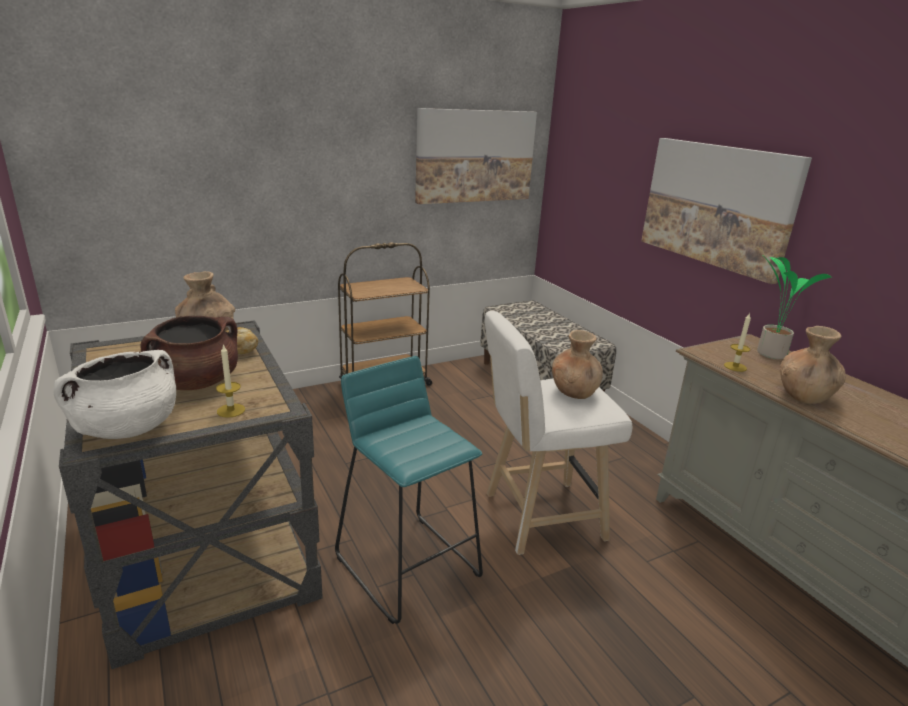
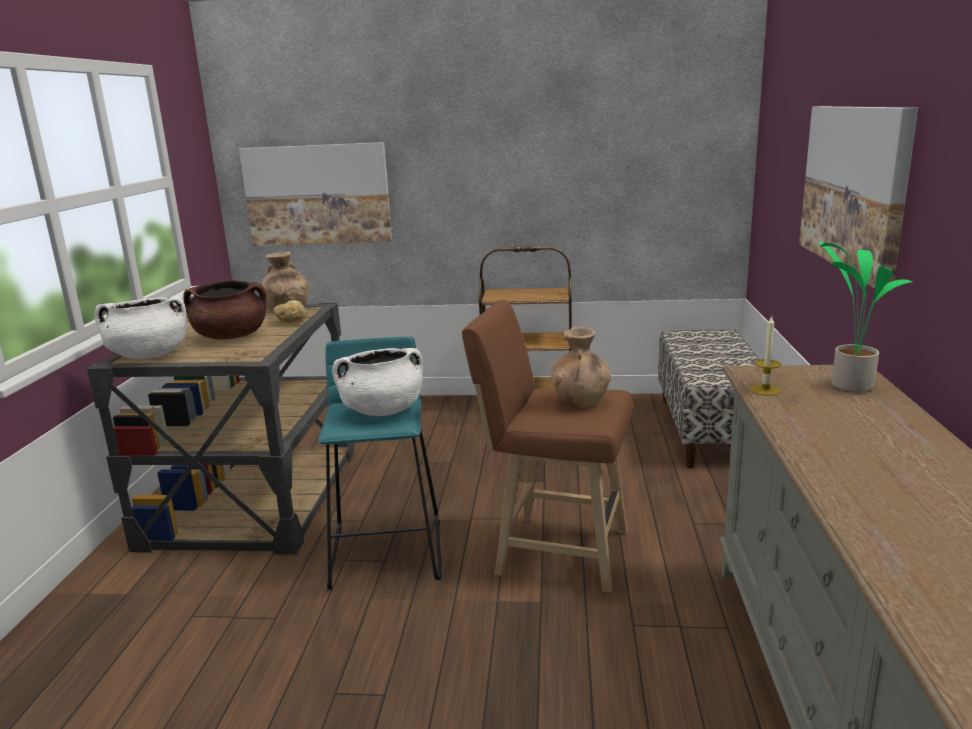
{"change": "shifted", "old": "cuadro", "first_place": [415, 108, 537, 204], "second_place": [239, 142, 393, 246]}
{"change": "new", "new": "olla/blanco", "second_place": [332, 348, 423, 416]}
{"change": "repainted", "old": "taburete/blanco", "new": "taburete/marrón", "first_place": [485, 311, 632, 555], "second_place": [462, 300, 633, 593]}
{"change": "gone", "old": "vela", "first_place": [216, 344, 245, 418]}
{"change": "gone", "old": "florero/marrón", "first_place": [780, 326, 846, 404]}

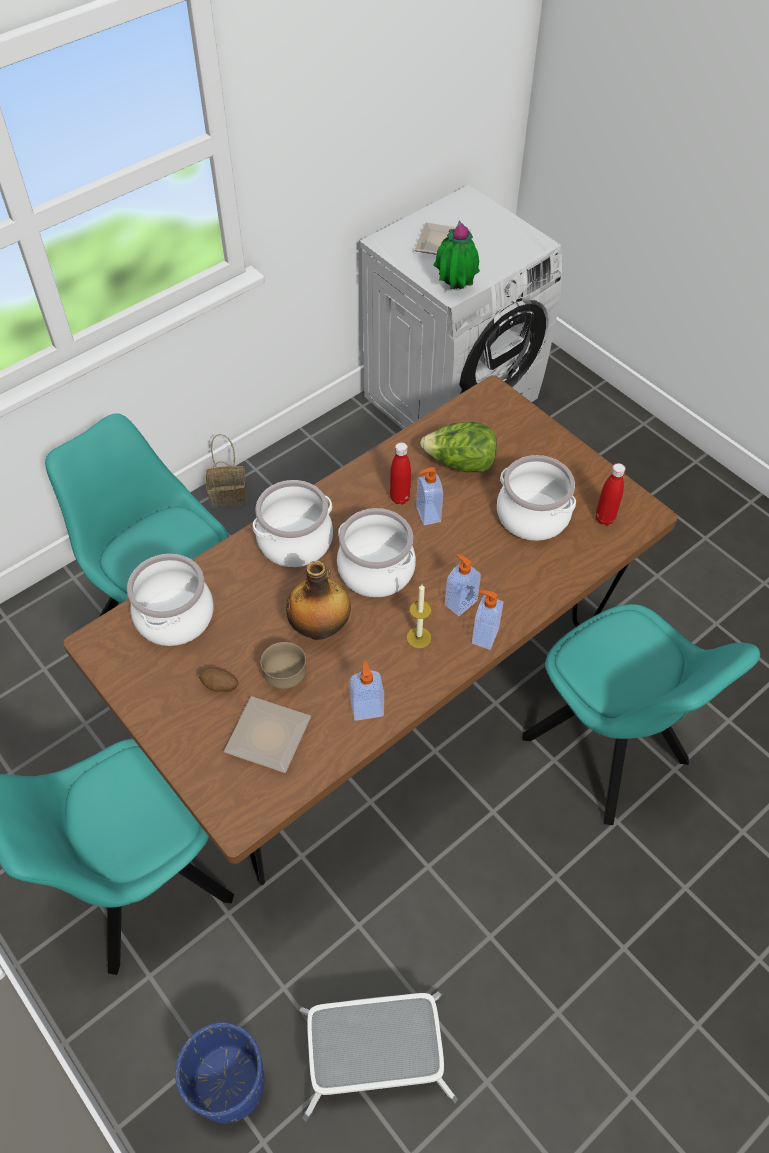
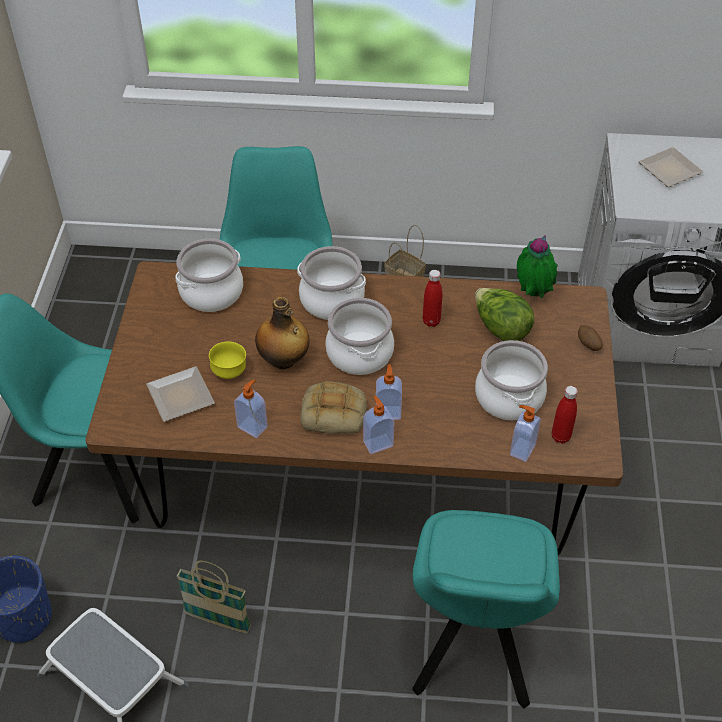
{"change": "new", "new": "cesta", "second_place": [176, 561, 251, 634]}
{"change": "repainted", "old": "cuenco/marrón", "new": "cuenco/amarillo", "first_place": [260, 642, 306, 689], "second_place": [209, 341, 246, 379]}
{"change": "swapped", "old": "vela", "new": "pan", "first_place": [406, 584, 432, 648], "second_place": [300, 381, 367, 434]}
{"change": "shifted", "old": "dispensador de jabón", "first_place": [416, 467, 443, 526], "second_place": [510, 405, 541, 462]}
{"change": "shifted", "old": "planta en maceta", "first_place": [433, 220, 480, 290], "second_place": [517, 235, 558, 298]}
{"change": "shifted", "old": "patata", "first_place": [199, 667, 238, 692], "second_place": [578, 325, 603, 351]}

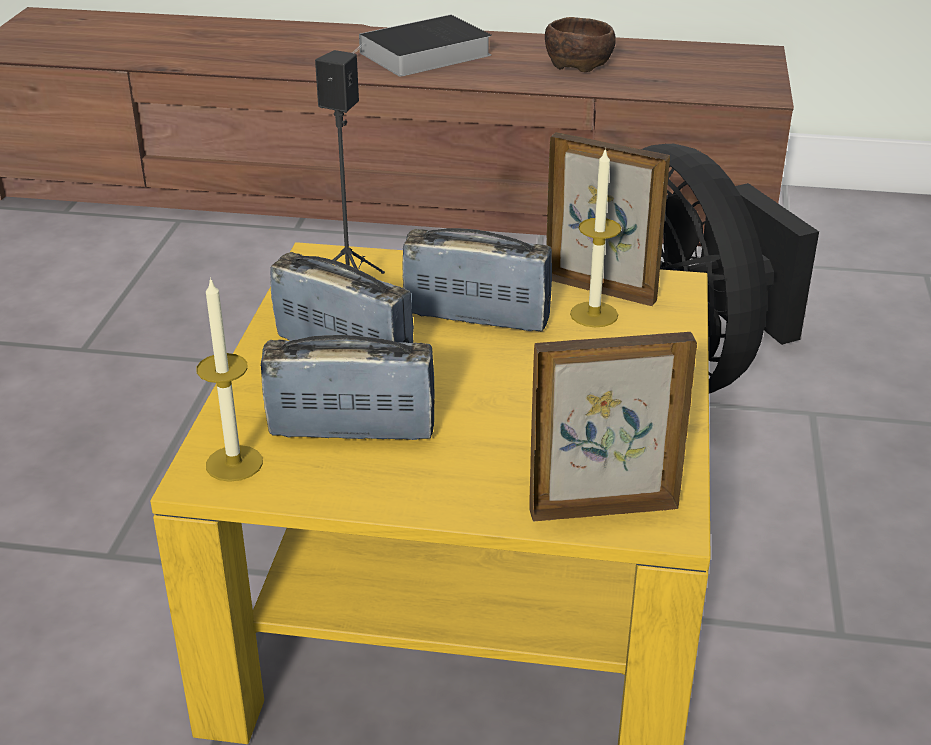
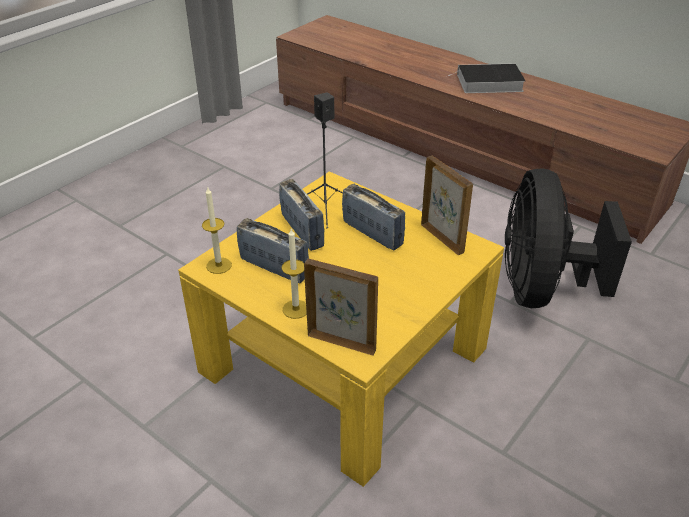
{"change": "shifted", "old": "vela", "first_place": [570, 148, 621, 327], "second_place": [282, 229, 307, 319]}
{"change": "gone", "old": "cuenco/marrón", "first_place": [545, 17, 616, 72]}

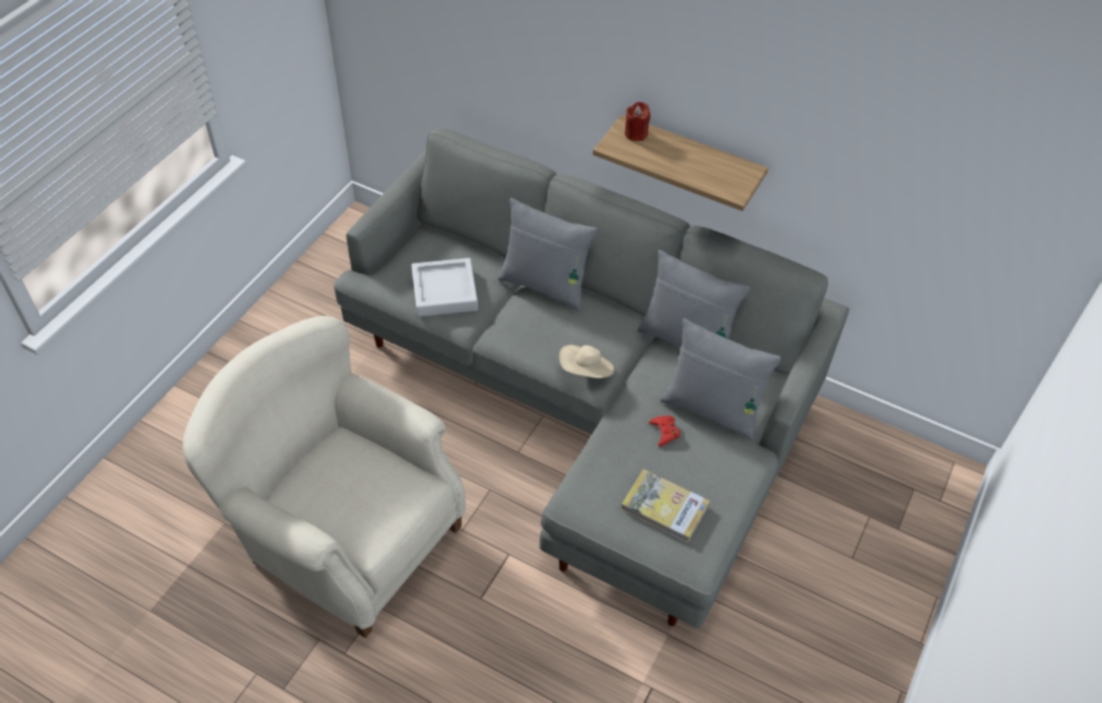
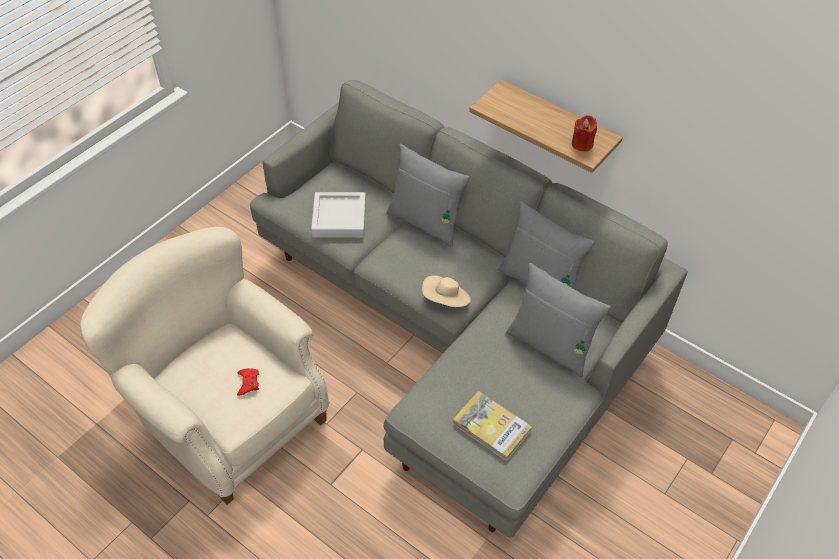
{"change": "shifted", "old": "mando de consola/rojo", "first_place": [649, 416, 680, 446], "second_place": [237, 368, 259, 396]}
{"change": "shifted", "old": "vela/rojo", "first_place": [625, 102, 651, 141], "second_place": [572, 115, 597, 152]}

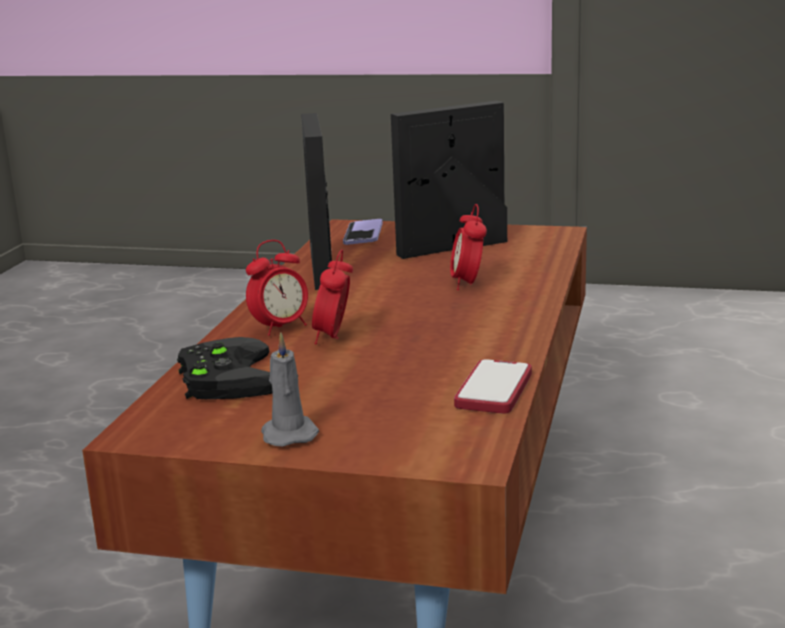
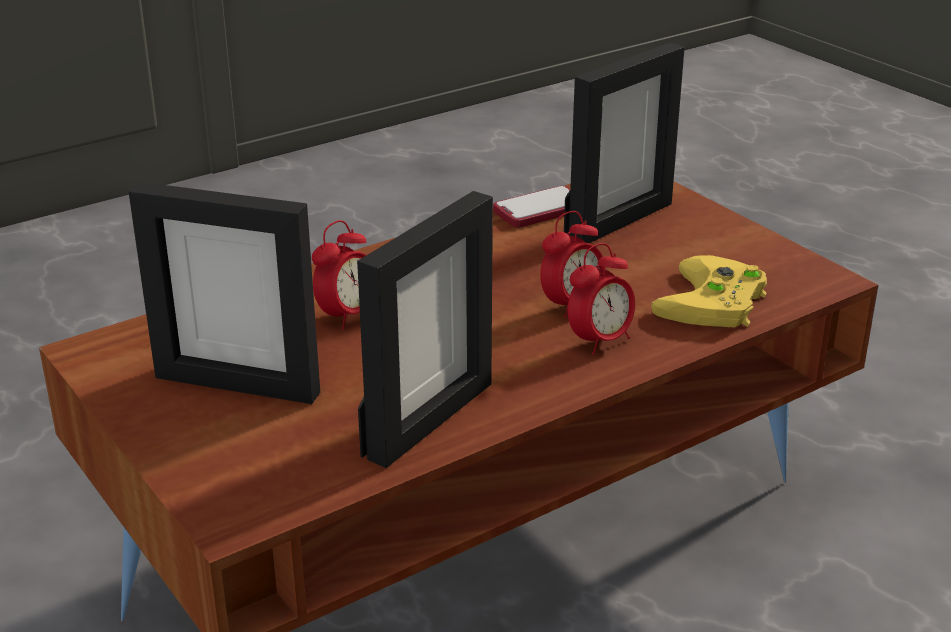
{"change": "new", "new": "portarretratos", "second_place": [564, 43, 685, 243]}
{"change": "rotated", "old": "despertador", "first_place": [246, 240, 308, 336], "second_place": [568, 243, 635, 355], "degrees": 135}
{"change": "repainted", "old": "mando de consola/negro", "new": "mando de consola/amarillo", "first_place": [177, 337, 273, 399], "second_place": [651, 255, 767, 328]}
{"change": "gone", "old": "vela/gris", "first_place": [261, 332, 319, 447]}
{"change": "gone", "old": "móvil", "first_place": [343, 219, 383, 245]}

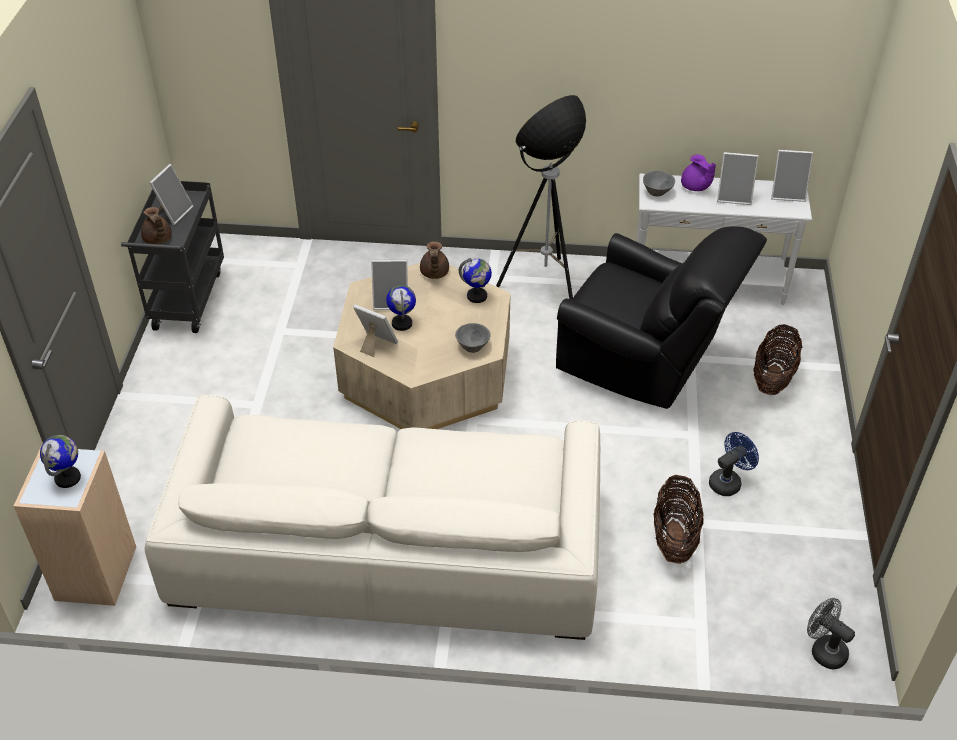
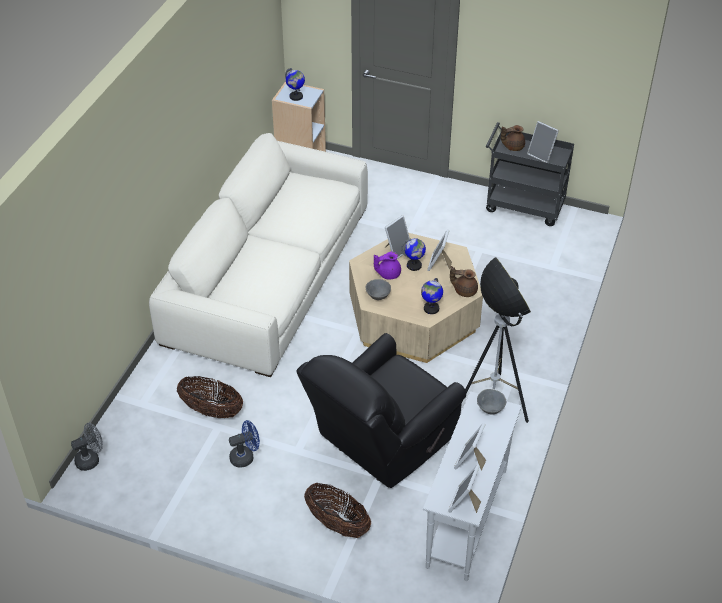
{"change": "rotated", "old": "ventilador/azul", "first_place": [709, 432, 759, 496], "second_place": [229, 420, 260, 468], "degrees": -90}
{"change": "shifted", "old": "tetera/morado", "first_place": [681, 155, 716, 191], "second_place": [374, 252, 401, 279]}

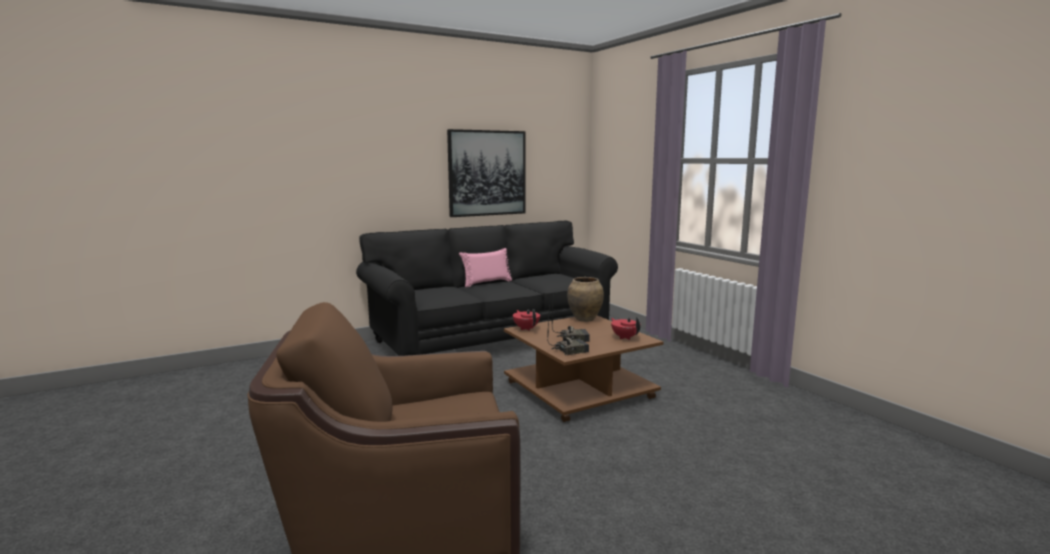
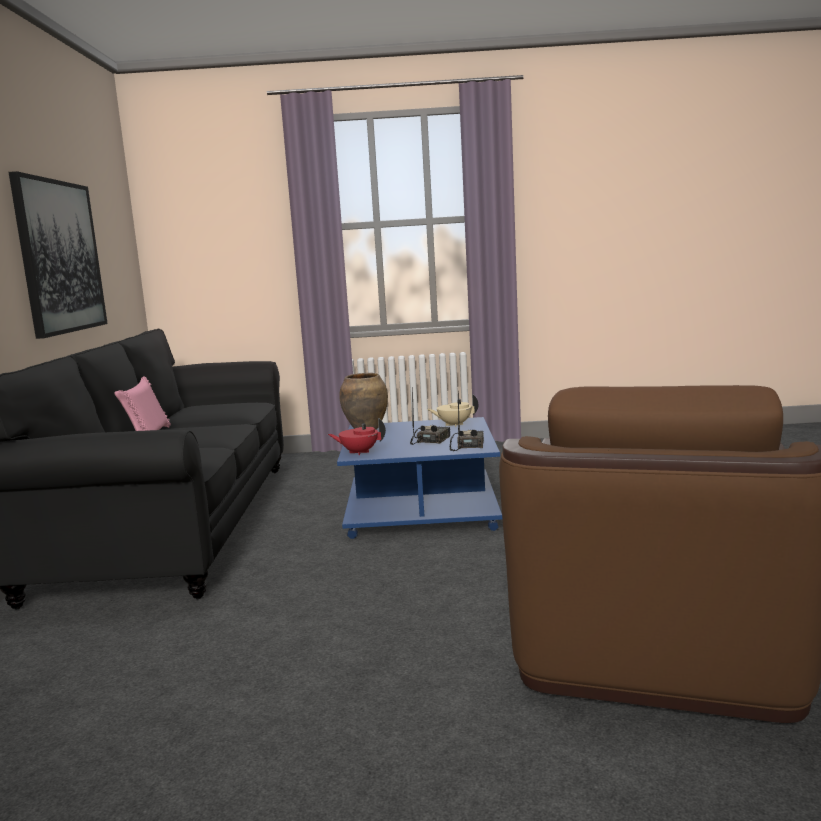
{"change": "repainted", "old": "mesa de centro/marrón", "new": "mesa de centro/azul", "first_place": [504, 316, 663, 422], "second_place": [337, 417, 502, 539]}
{"change": "repainted", "old": "tetera/rojo", "new": "tetera/beis", "first_place": [611, 317, 641, 340], "second_place": [427, 394, 478, 427]}

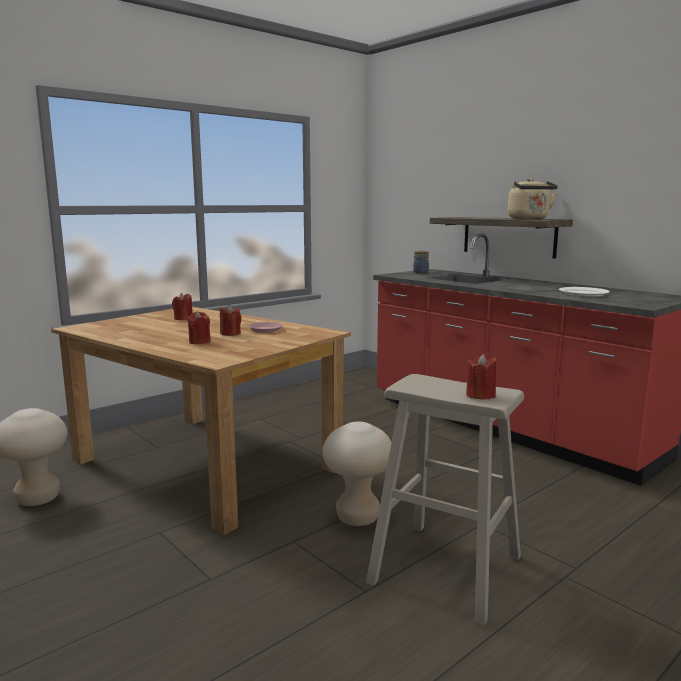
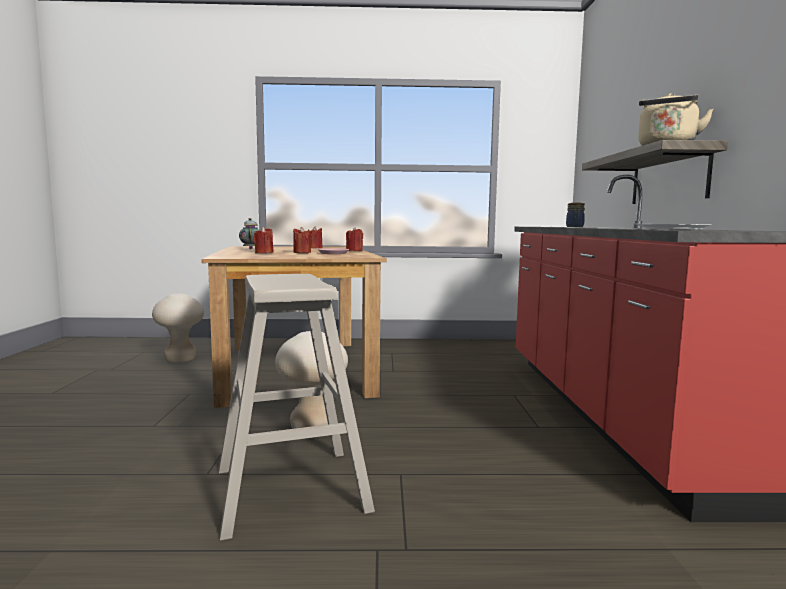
{"change": "new", "new": "tetera", "second_place": [239, 218, 260, 250]}
{"change": "shifted", "old": "vela/rojo", "first_place": [466, 354, 497, 400], "second_place": [346, 227, 363, 251]}

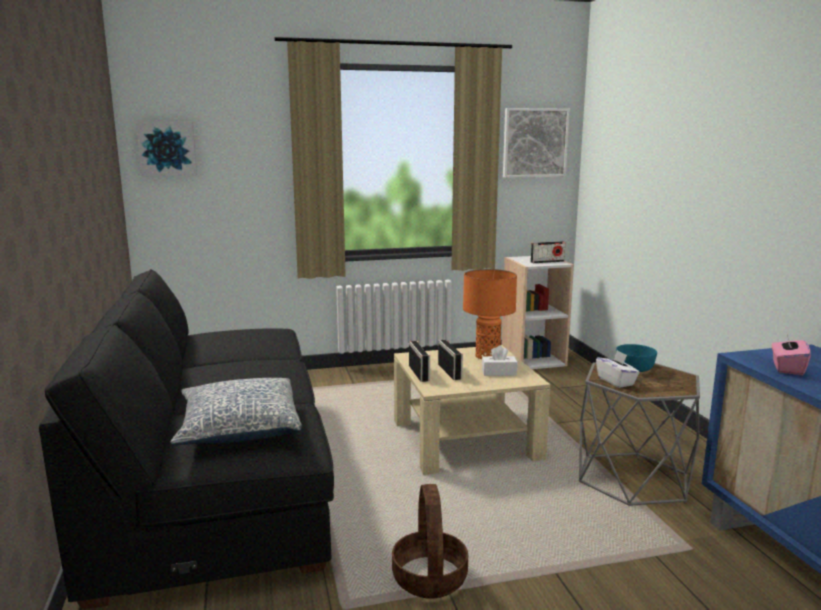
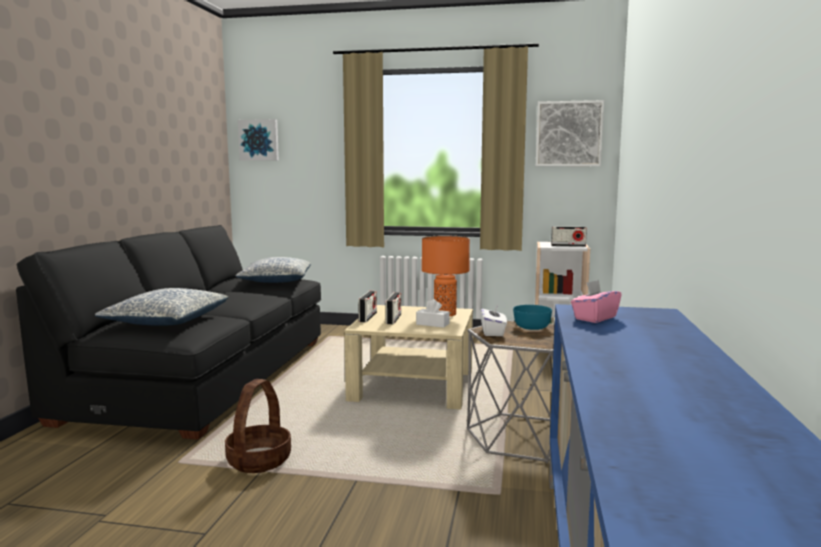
{"change": "new", "new": "cojín", "second_place": [236, 257, 311, 283]}

